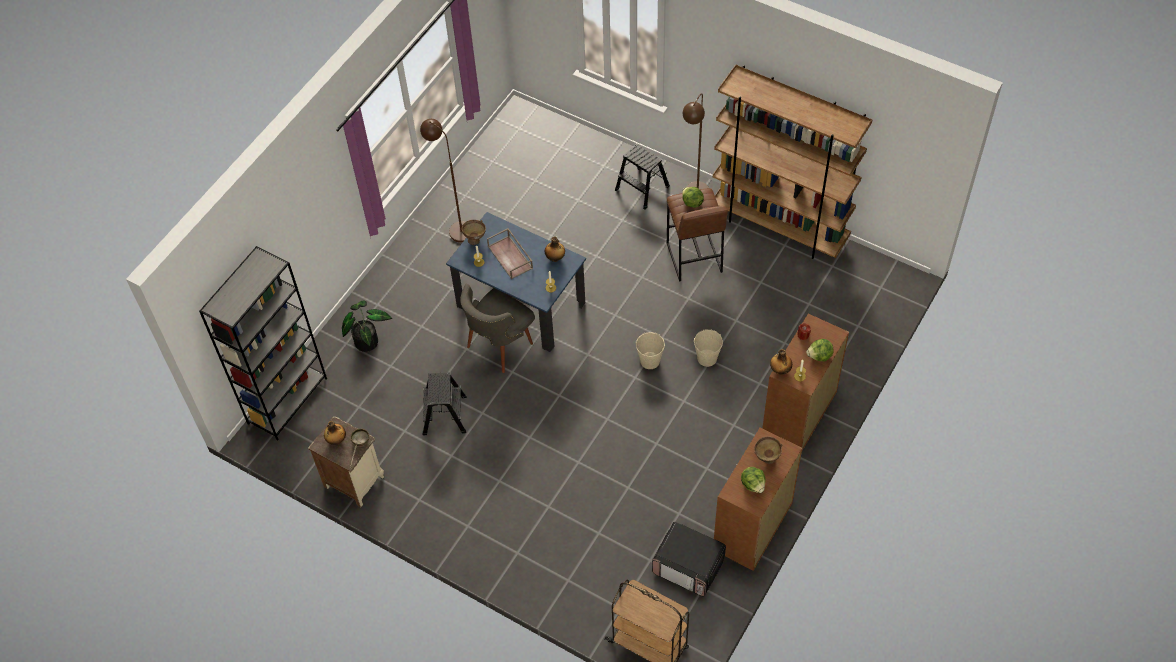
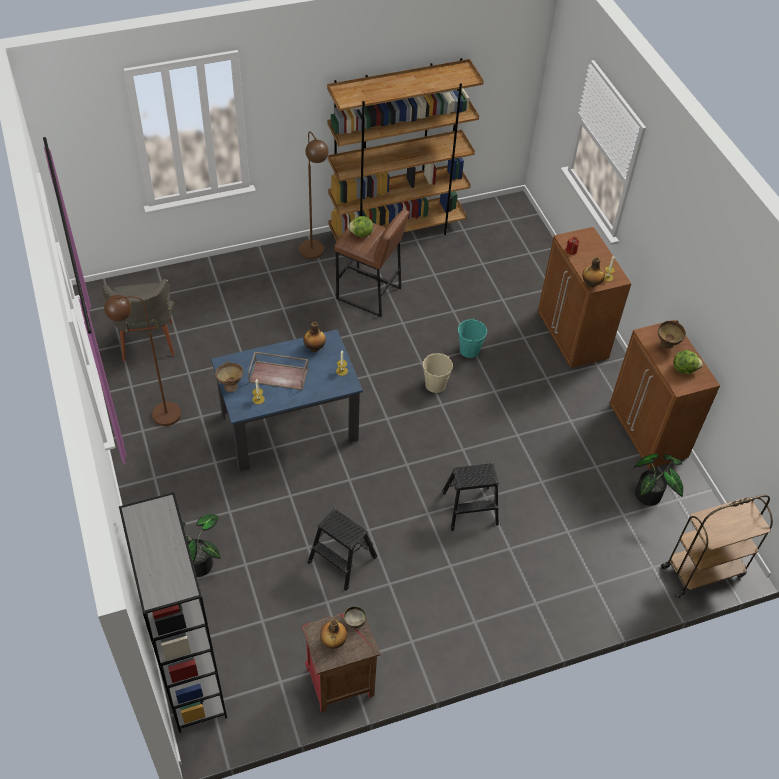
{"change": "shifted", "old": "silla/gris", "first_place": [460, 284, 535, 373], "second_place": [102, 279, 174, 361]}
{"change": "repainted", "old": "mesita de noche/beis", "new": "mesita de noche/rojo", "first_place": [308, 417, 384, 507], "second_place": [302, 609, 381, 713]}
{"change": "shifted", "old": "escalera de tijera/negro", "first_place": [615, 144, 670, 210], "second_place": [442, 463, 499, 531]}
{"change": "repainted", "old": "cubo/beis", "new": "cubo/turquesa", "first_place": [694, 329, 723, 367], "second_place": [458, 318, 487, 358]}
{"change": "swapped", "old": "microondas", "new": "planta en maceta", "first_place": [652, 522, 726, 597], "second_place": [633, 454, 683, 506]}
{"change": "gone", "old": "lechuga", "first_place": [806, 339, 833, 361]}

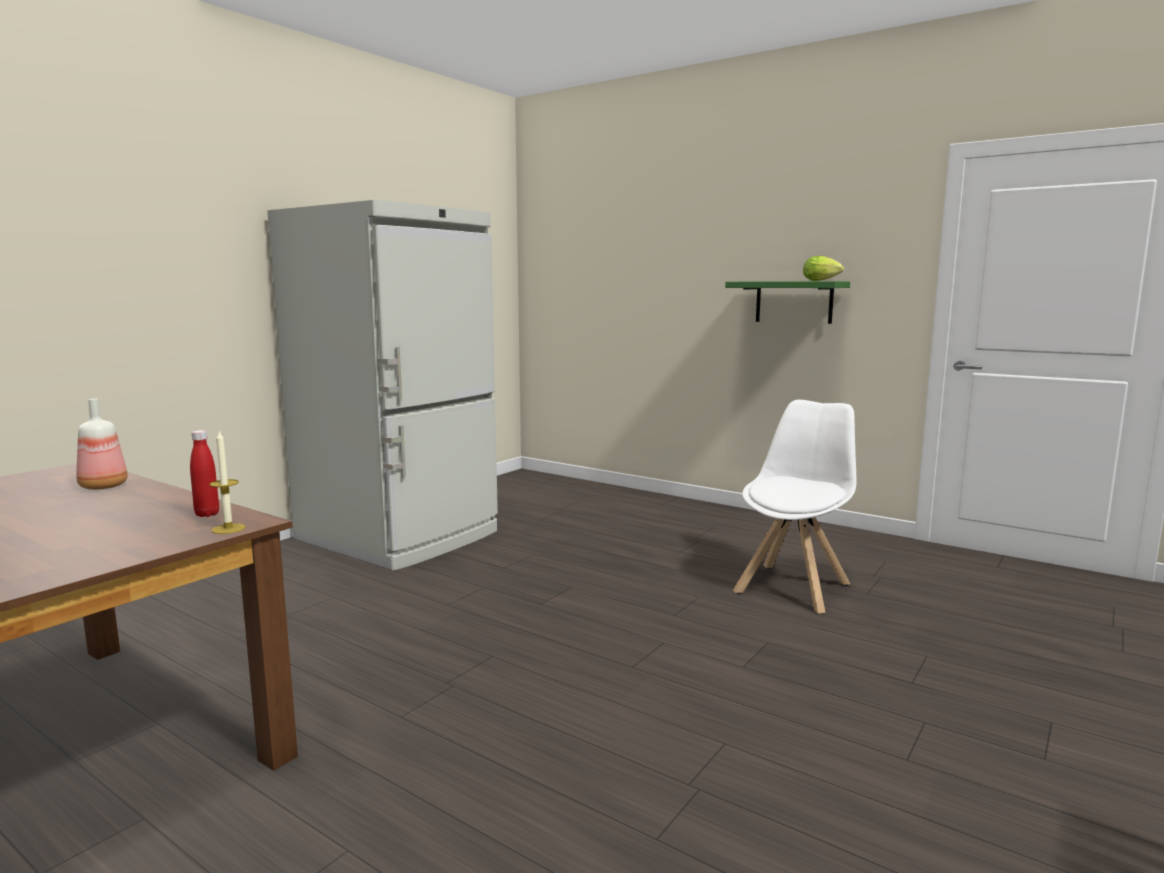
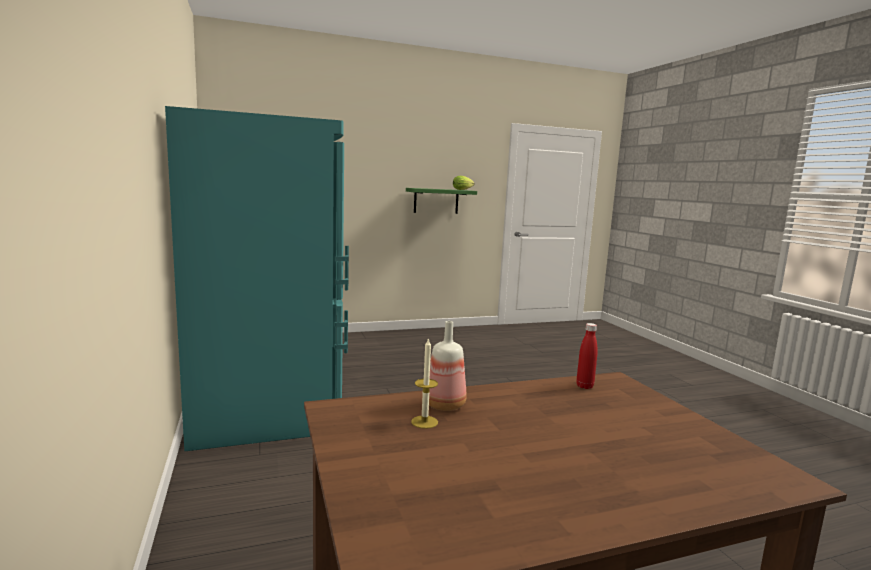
{"change": "repainted", "old": "nevera/blanco", "new": "nevera/turquesa", "first_place": [267, 200, 498, 570], "second_place": [165, 106, 349, 452]}
{"change": "shifted", "old": "vela", "first_place": [209, 431, 246, 534], "second_place": [411, 338, 438, 429]}
{"change": "gone", "old": "silla/blanco", "first_place": [733, 400, 857, 614]}

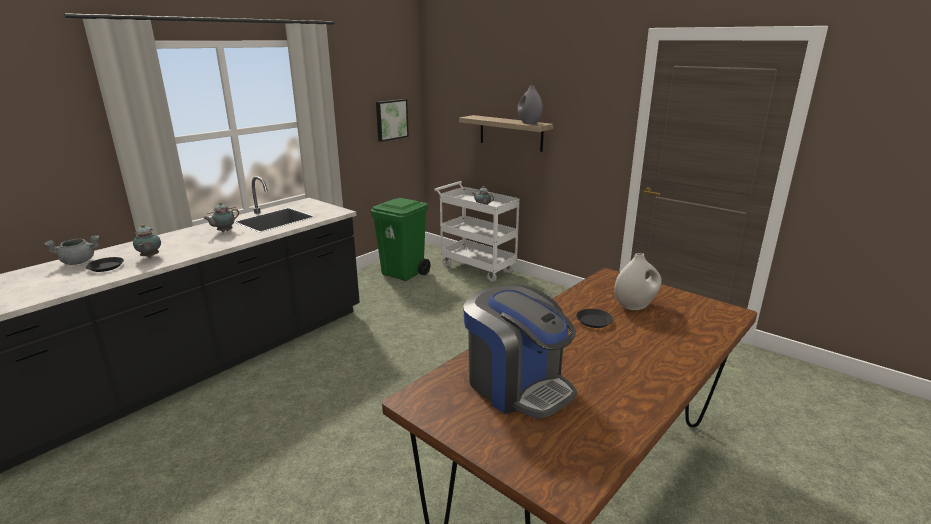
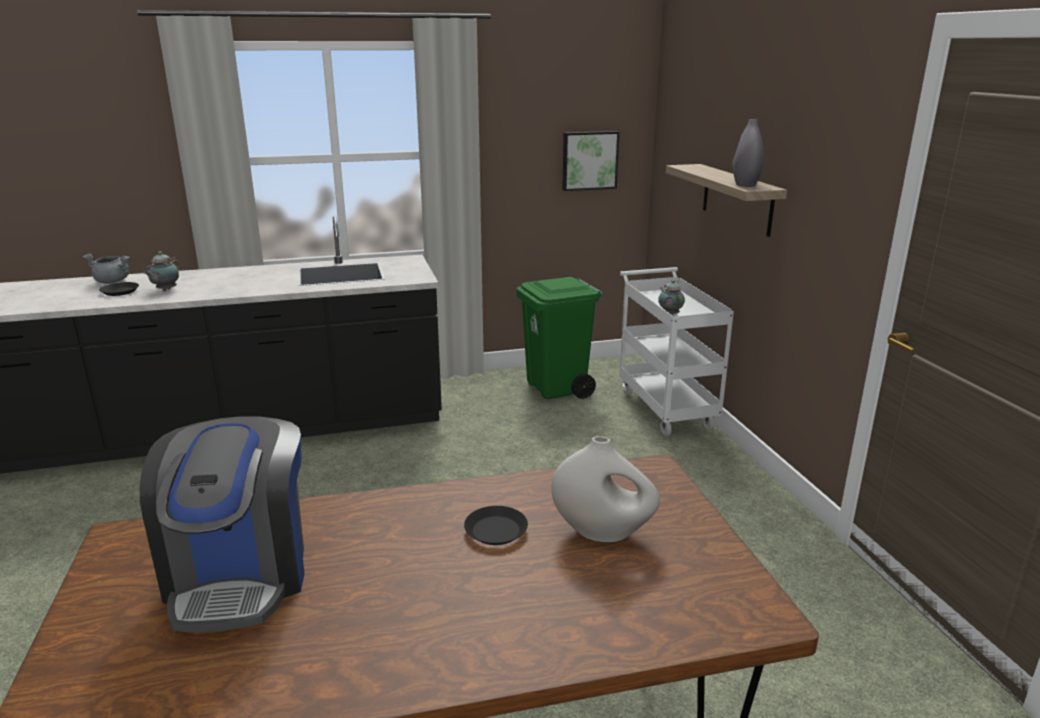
{"change": "gone", "old": "tetera", "first_place": [203, 202, 239, 232]}

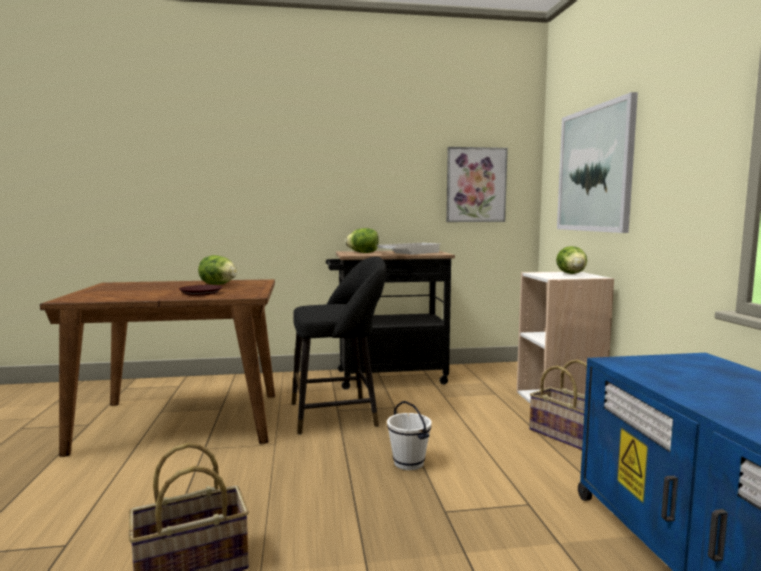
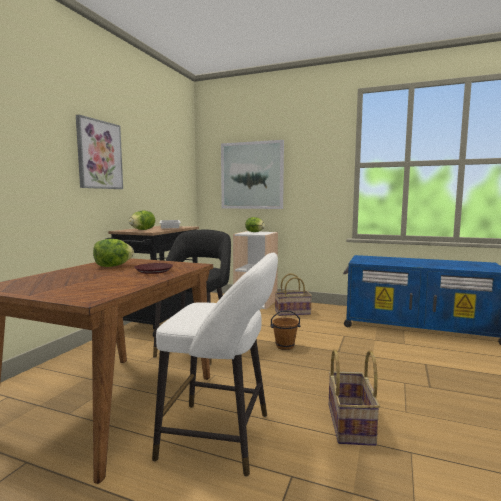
{"change": "shifted", "old": "cuadro", "first_place": [446, 147, 508, 222], "second_place": [76, 115, 123, 189]}
{"change": "new", "new": "taburete/blanco", "second_place": [152, 253, 278, 477]}
{"change": "repainted", "old": "cubo/blanco", "new": "cubo/marrón", "first_place": [387, 401, 432, 470], "second_place": [270, 310, 300, 350]}

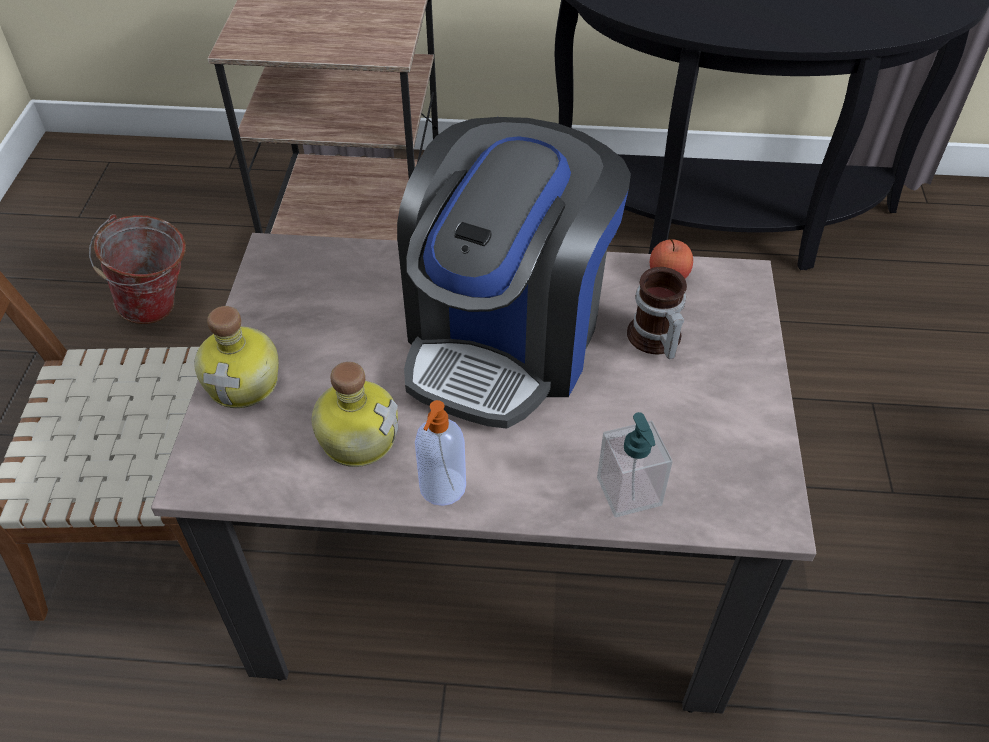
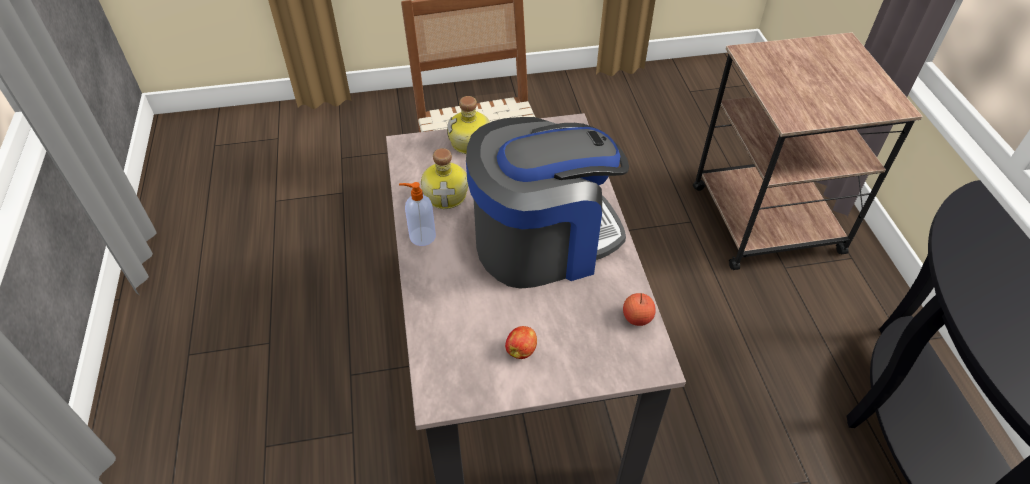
{"change": "rotated", "old": "cafetera", "first_place": [397, 117, 631, 429], "second_place": [466, 117, 629, 289], "degrees": 150}
{"change": "new", "new": "manzana", "second_place": [505, 326, 537, 359]}
{"change": "gone", "old": "cubo", "first_place": [89, 214, 186, 324]}
{"change": "gone", "old": "dispensador de jabón", "first_place": [597, 412, 673, 518]}
{"change": "gone", "old": "taza grande", "first_place": [627, 267, 687, 359]}

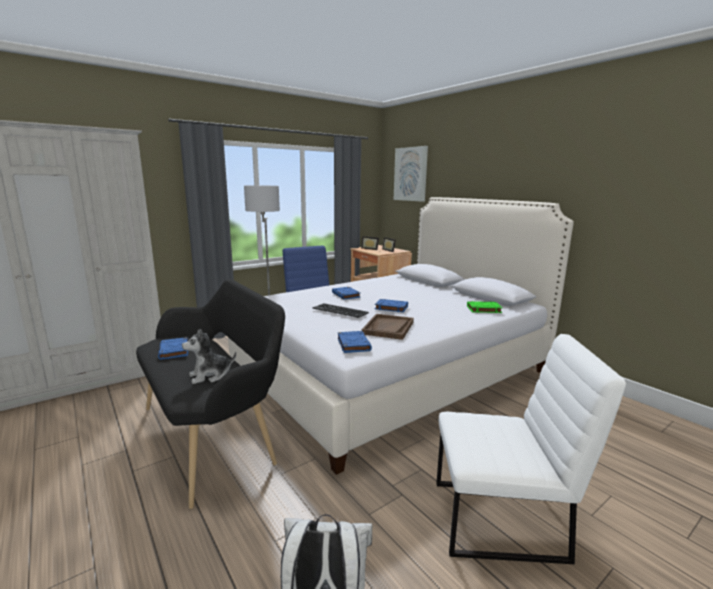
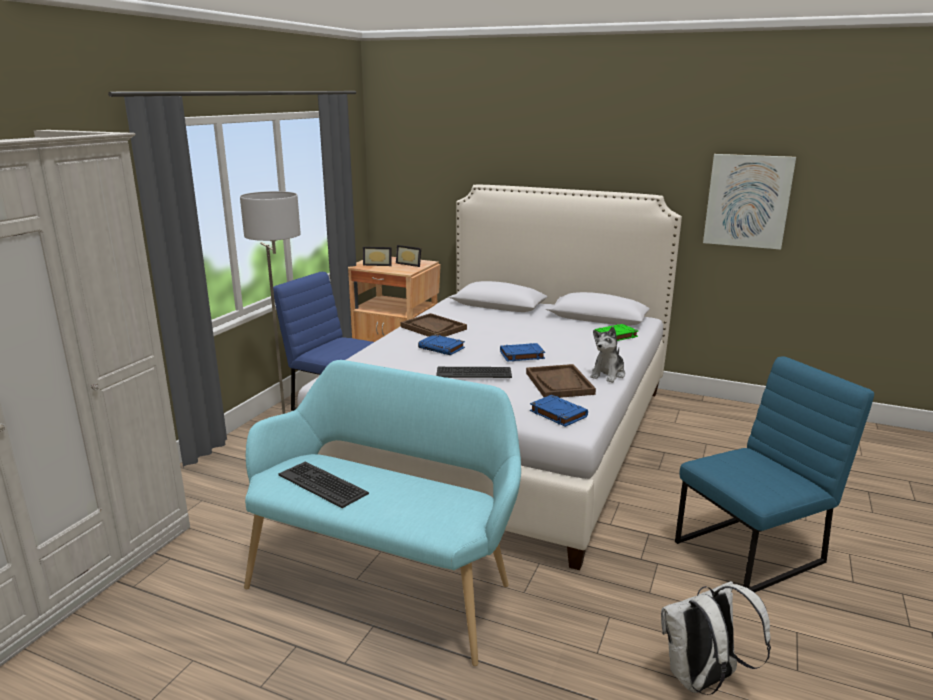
{"change": "repainted", "old": "banco/negro", "new": "banco/turquesa", "first_place": [136, 279, 285, 509], "second_place": [244, 360, 521, 666]}
{"change": "swapped", "old": "libro/azul", "new": "teclado", "first_place": [158, 337, 188, 360], "second_place": [278, 461, 369, 508]}
{"change": "new", "new": "bandeja/marrón", "second_place": [400, 313, 467, 337]}
{"change": "shifted", "old": "peluche", "first_place": [182, 329, 236, 384], "second_place": [590, 327, 625, 383]}
{"change": "repainted", "old": "silla/blanco", "new": "silla/azul", "first_place": [437, 334, 626, 564], "second_place": [675, 356, 874, 592]}
{"change": "shifted", "old": "cuadro", "first_place": [394, 146, 428, 202], "second_place": [703, 154, 796, 250]}

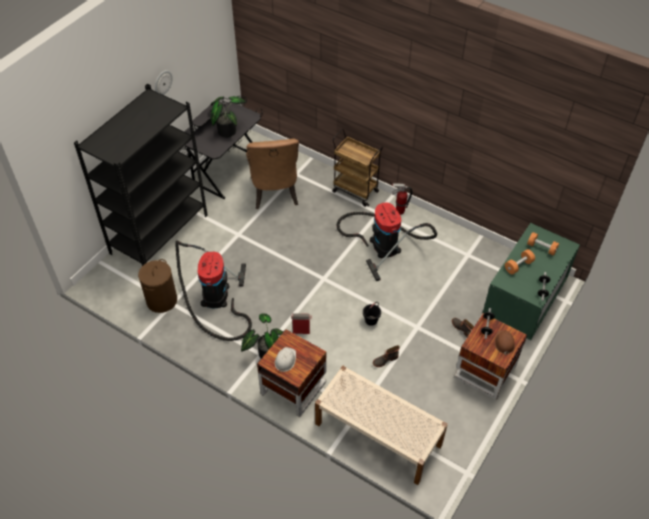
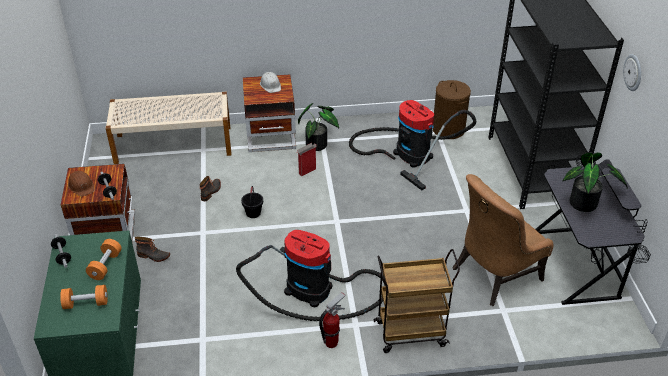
{"change": "rotated", "old": "silla/marrón", "first_place": [246, 139, 299, 209], "second_place": [452, 174, 553, 306], "degrees": -75}

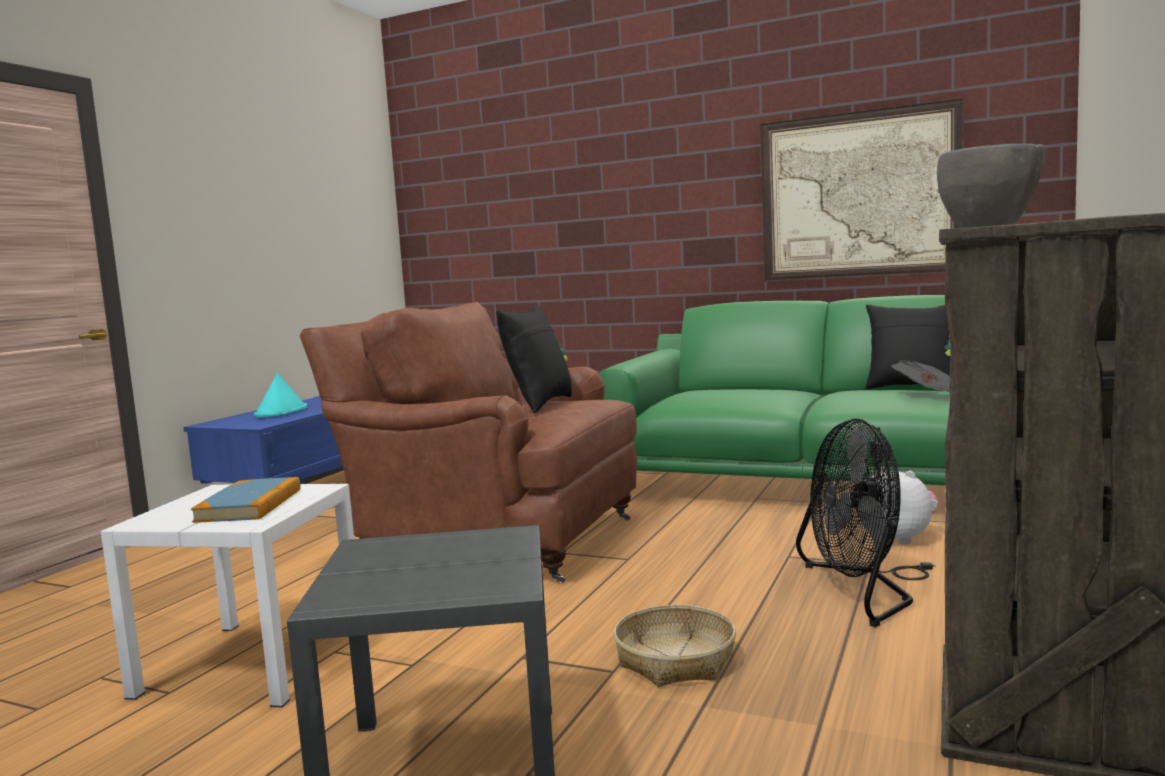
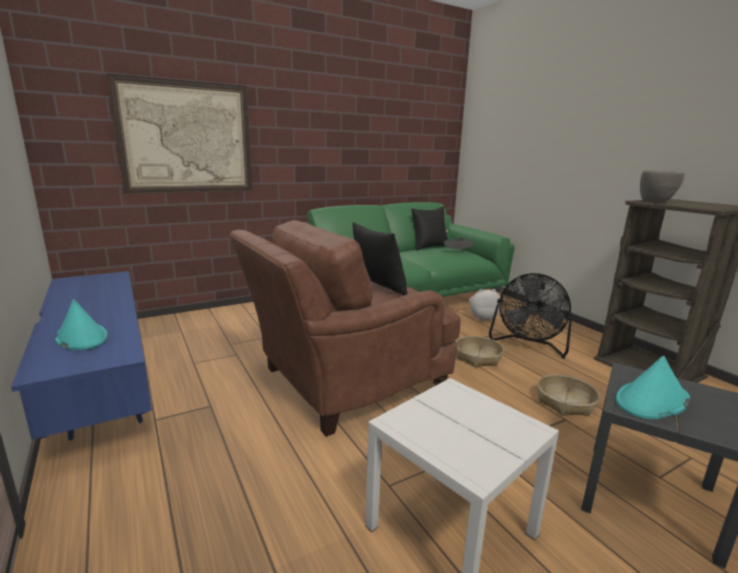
{"change": "shifted", "old": "cuadro", "first_place": [760, 98, 964, 282], "second_place": [107, 73, 253, 194]}
{"change": "new", "new": "cesta", "second_place": [456, 336, 504, 368]}
{"change": "new", "new": "sombrero/turquesa", "second_place": [616, 356, 690, 419]}
{"change": "gone", "old": "libro", "first_place": [191, 477, 301, 523]}

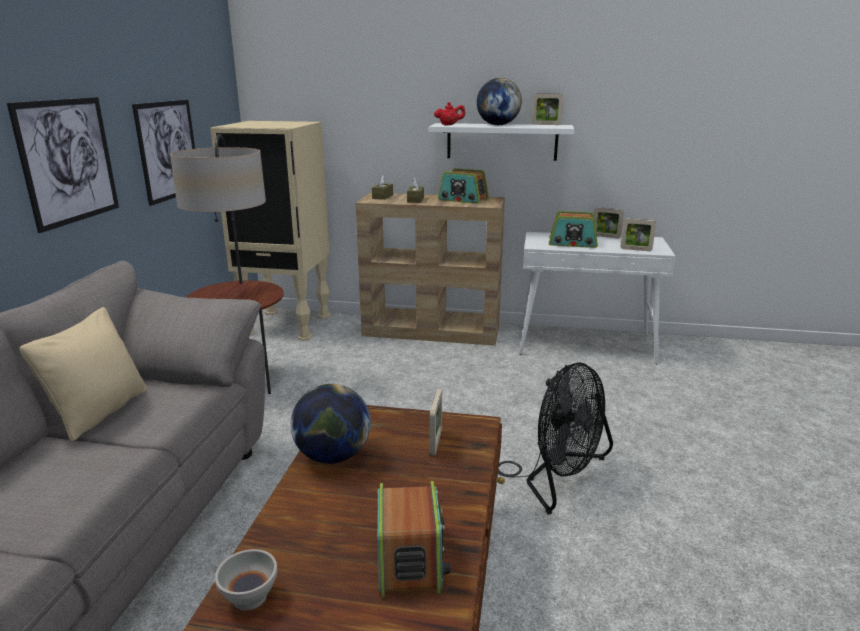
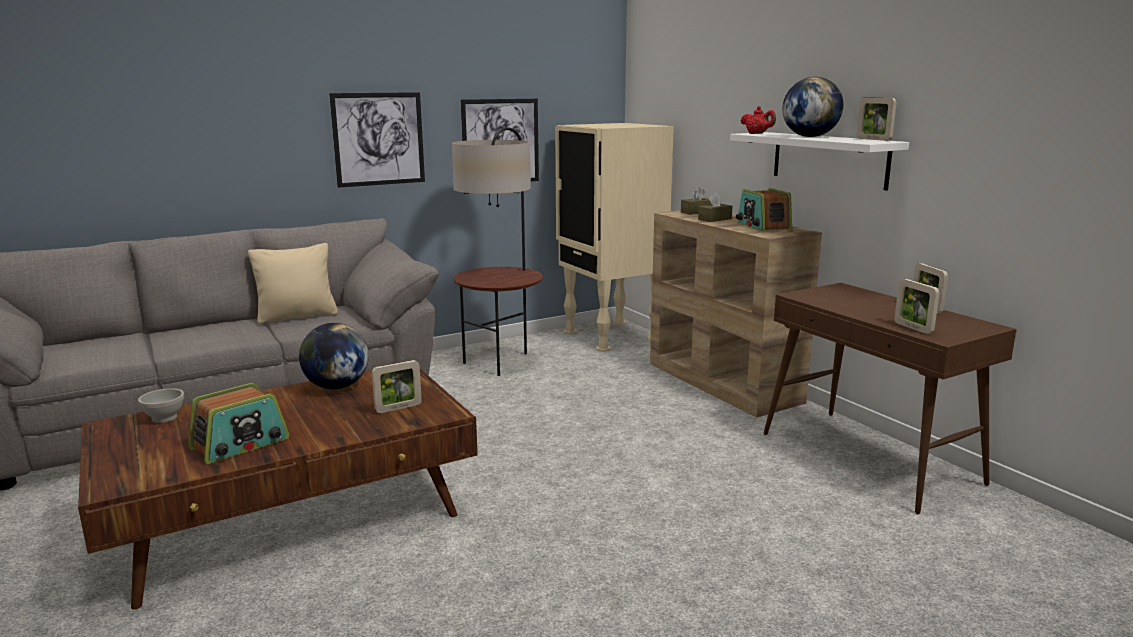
{"change": "repainted", "old": "mesa consola/blanco", "new": "mesa consola/marrón", "first_place": [519, 232, 675, 364], "second_place": [764, 283, 1017, 514]}
{"change": "gone", "old": "ventilador/negro", "first_place": [498, 363, 613, 515]}
{"change": "gone", "old": "radio", "first_place": [549, 211, 598, 248]}

